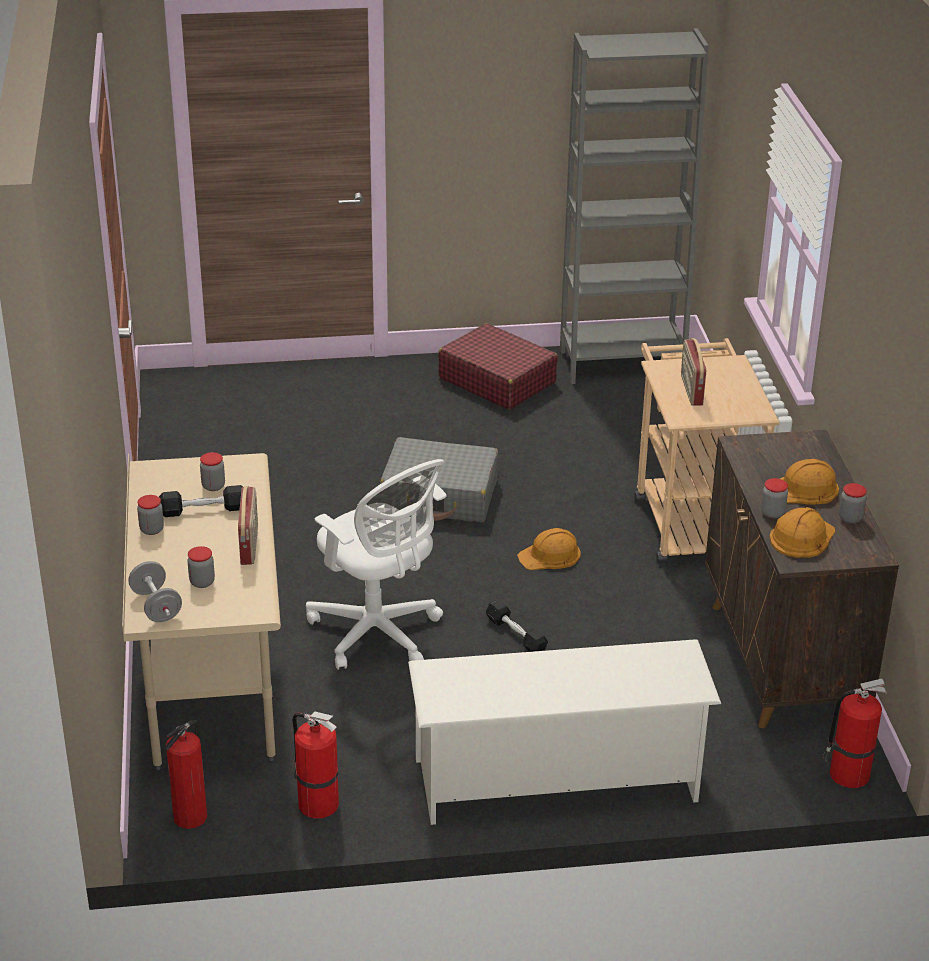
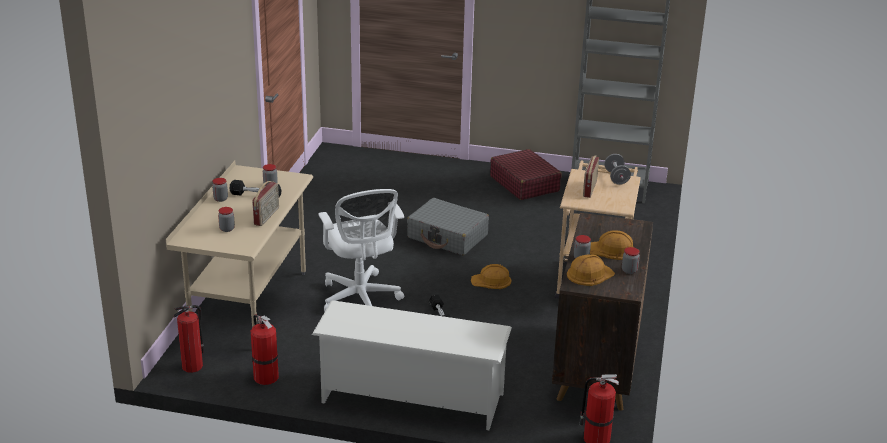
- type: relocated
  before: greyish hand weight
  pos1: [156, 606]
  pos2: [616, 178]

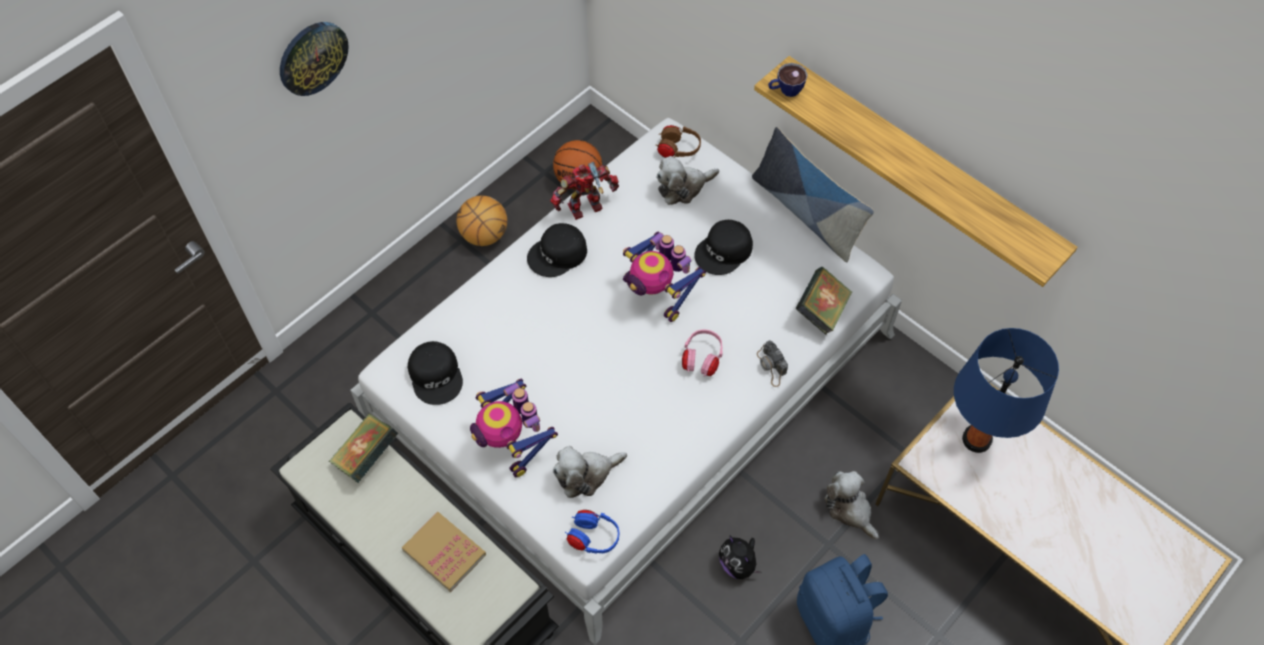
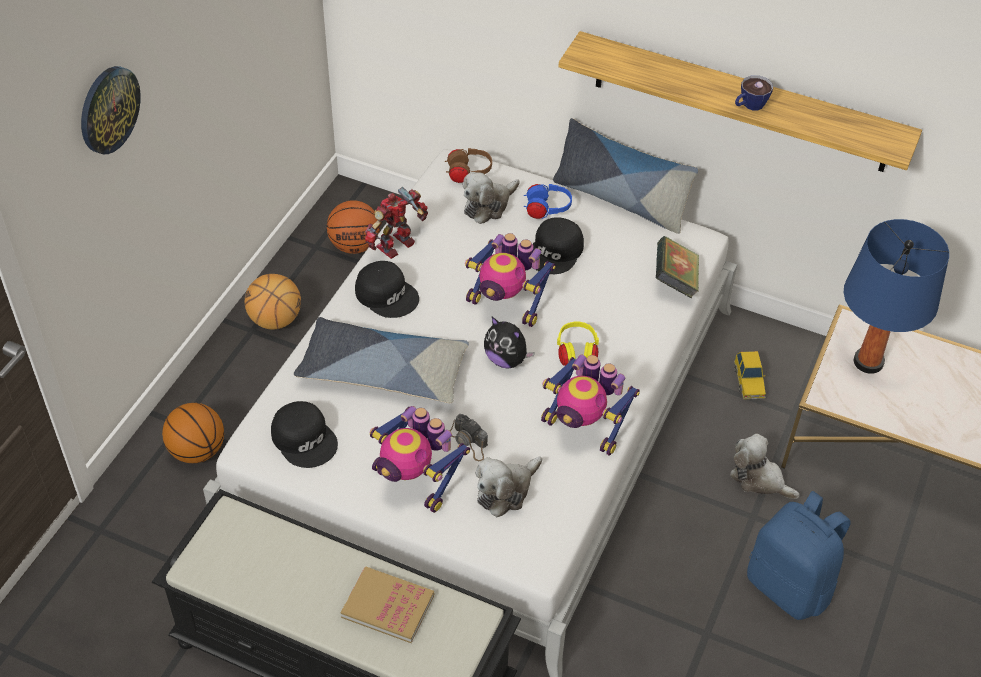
- type: missing
  before: book
  pos1: [367, 456]
- type: appeared
  after: ball for basketball
  pos2: [197, 451]
- type: appeared
  after: pillow
  pos2: [383, 371]
- type: appeared
  after: robot figure
  pos2: [584, 428]
- type: appeared
  after: miniature car
  pos2: [749, 381]
- type: relocated
  before: blue-coloured pair of headphones
  pos1: [593, 538]
  pos2: [547, 210]
- type: relocated
  before: plush toy
  pos1: [738, 564]
  pos2: [506, 359]
- type: relocated
  before: still camera
  pos1: [771, 366]
  pos2: [469, 442]
- type: relocated
  before: cup
  pos1: [785, 90]
  pos2: [749, 106]
- type: colour
  before: pink pair of headphones
  after: yellow-coloured pair of headphones
  pos1: [702, 359]
  pos2: [576, 354]
- type: spun
  before: black baseball cap
  pos1: [558, 254]
  pos2: [387, 294]
  turn: -90

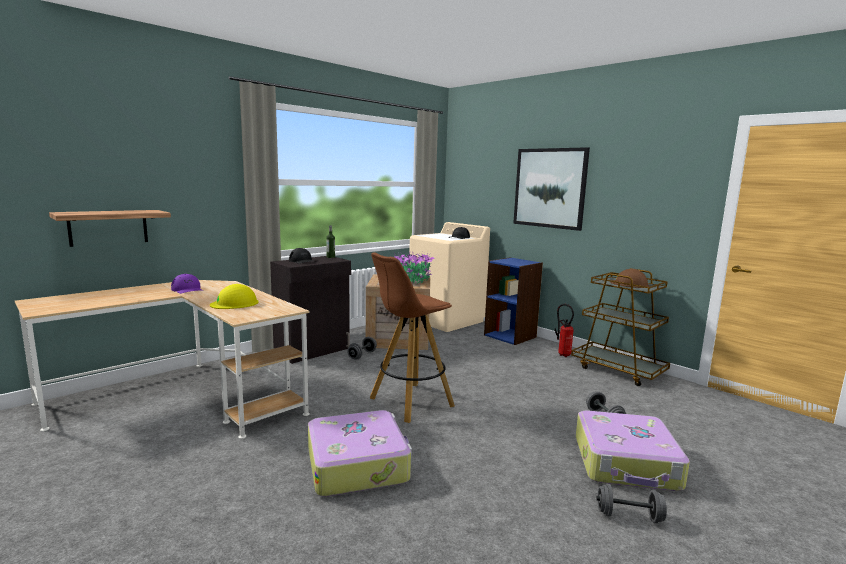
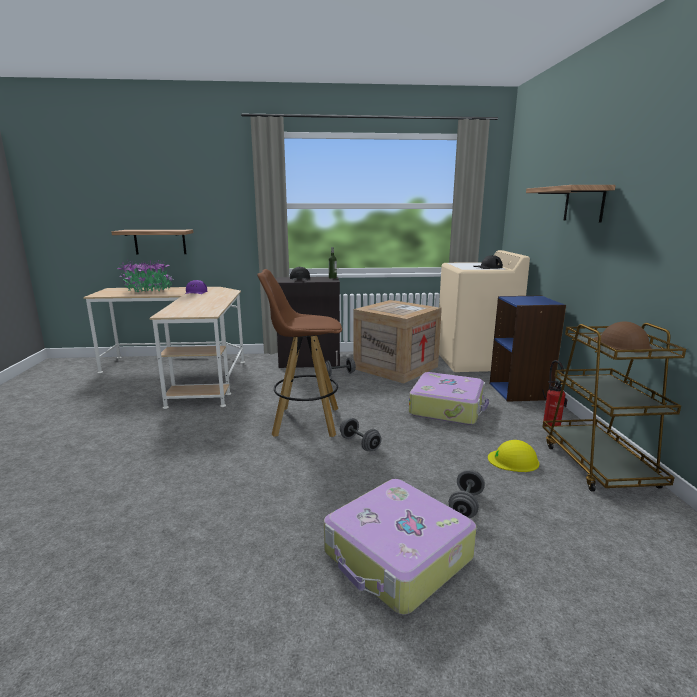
- type: relocated
  before: yellow-coloured hard hat
  pos1: [235, 303]
  pos2: [513, 460]
- type: relocated
  before: travel case
  pos1: [358, 464]
  pos2: [447, 408]
- type: relocated
  before: plant in a pot
  pos1: [412, 281]
  pos2: [148, 291]
- type: relocated
  before: greyish hand weight
  pos1: [629, 516]
  pos2: [360, 444]
- type: exchanged
  before: wall art
  after: shelf
  pos1: [549, 188]
  pos2: [584, 204]

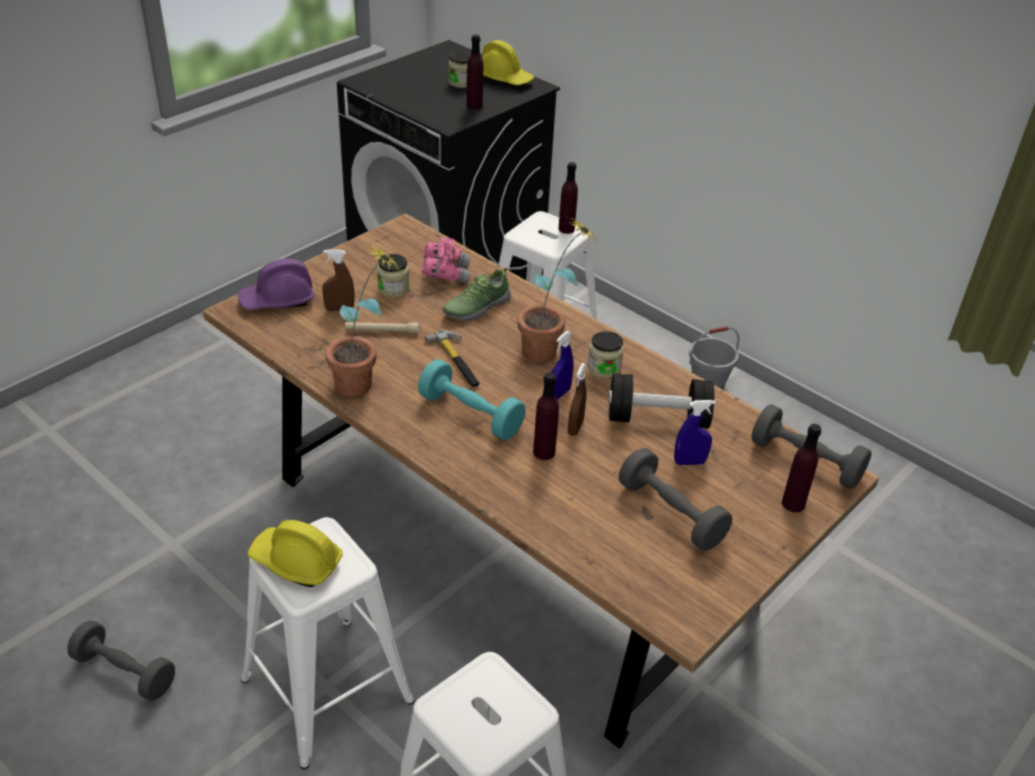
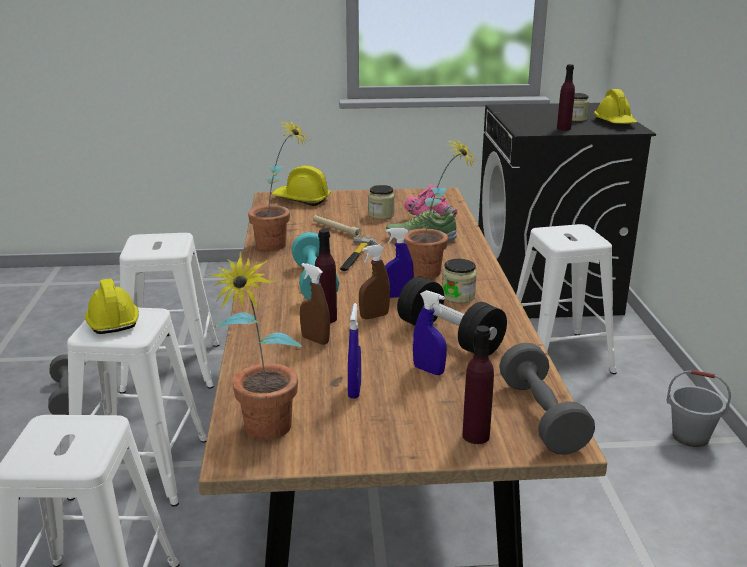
- type: missing
  before: purple-coloured drink bottle
  pos1: [566, 229]
- type: appeared
  after: white-coloured stool
  pos2: [170, 366]
- type: appeared
  after: plant in a pot
  pos2: [263, 435]
- type: relocated
  before: brown sprayer
  pos1: [339, 309]
  pos2: [315, 340]
- type: exchanged
  before: greyish hand weight
  after: blue-coloured sprayer
  pos1: [671, 514]
  pos2: [354, 390]
- type: colour
  before: purple-coloured hard hat
  after: yellow-coloured hard hat
  pos1: [277, 300]
  pos2: [301, 200]

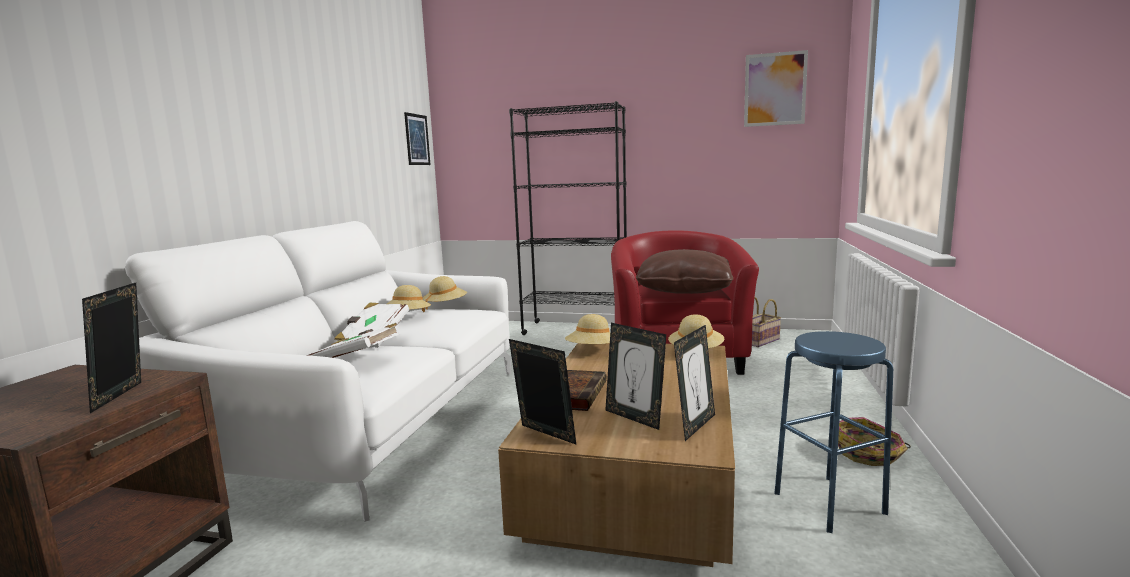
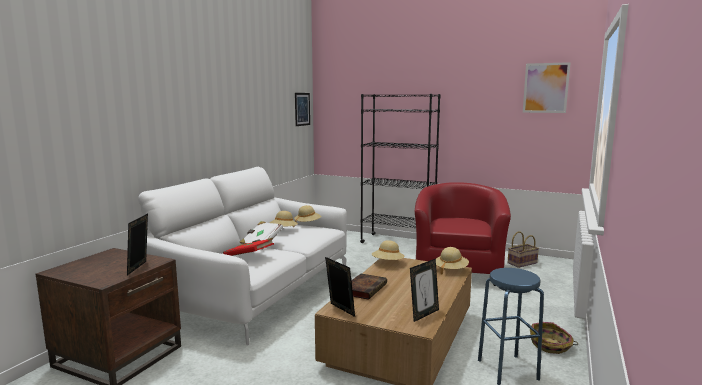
- type: missing
  before: standing frame
  pos1: [634, 417]
- type: missing
  before: brown pillow
  pos1: [685, 290]
- type: colour
  before: white-coloured book
  after: red-coloured book
  pos1: [356, 360]
  pos2: [249, 256]

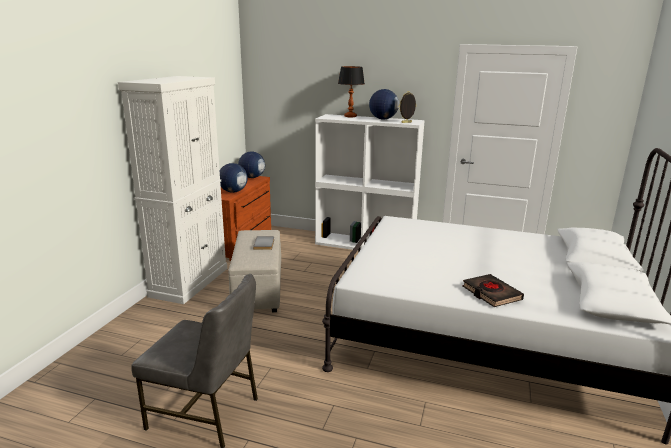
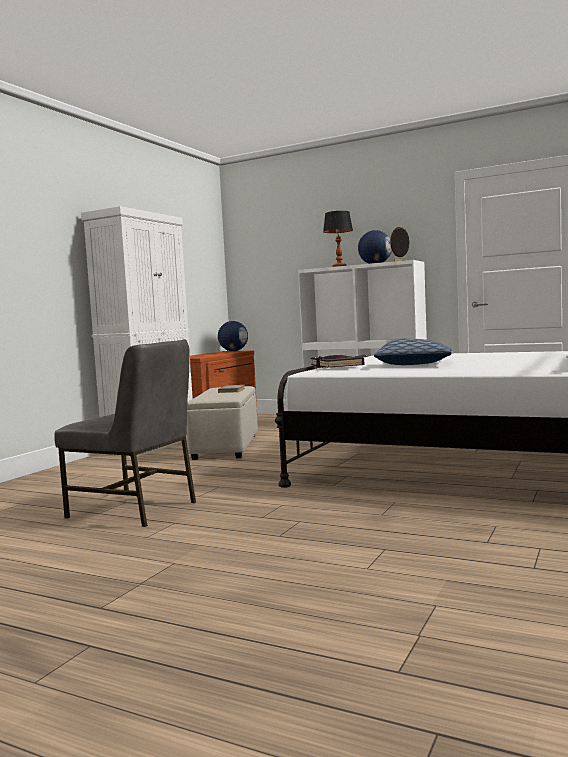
- type: missing
  before: world globe
  pos1: [233, 192]
- type: appeared
  after: pillow
  pos2: [414, 364]
- type: relocated
  before: black book
  pos1: [491, 293]
  pos2: [336, 366]

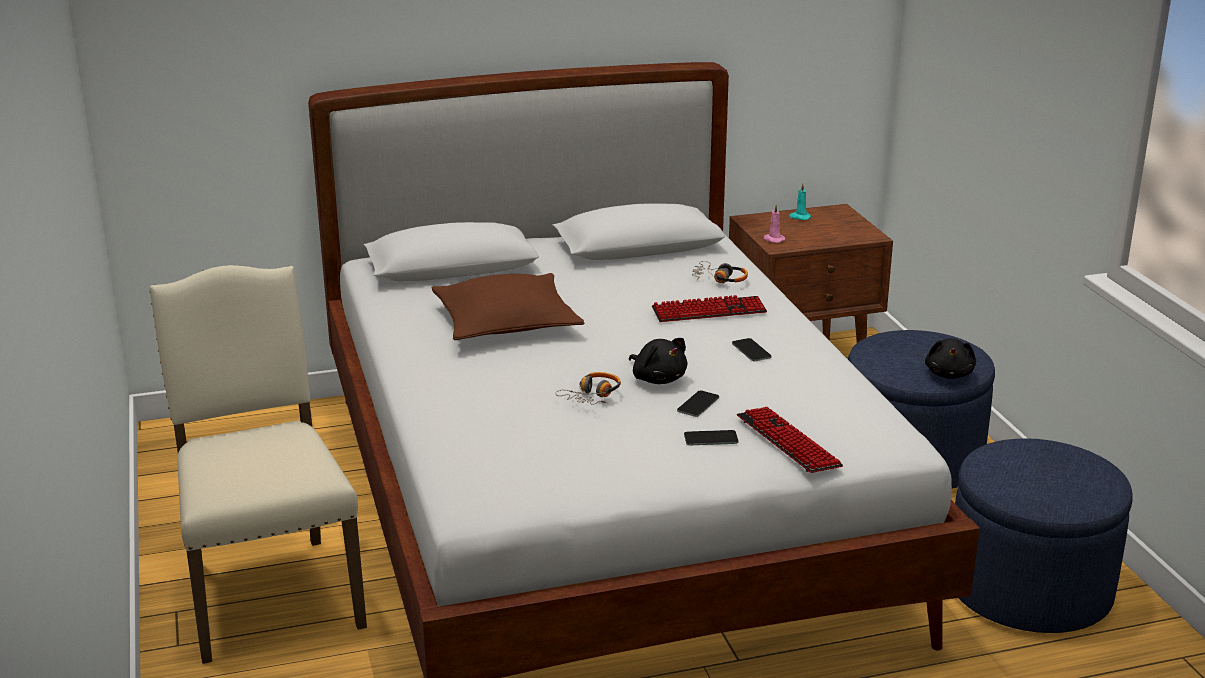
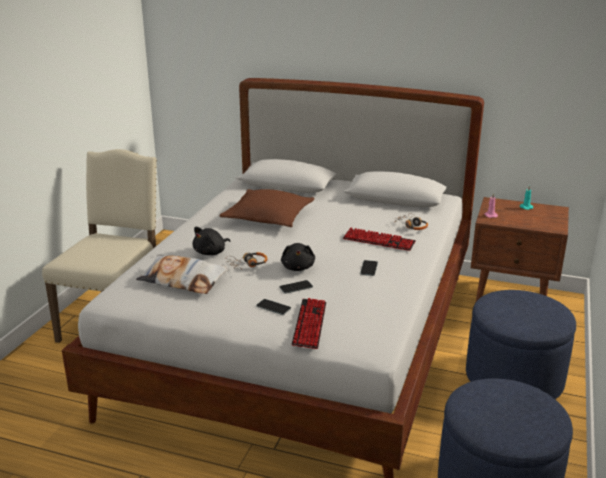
- type: appeared
  after: pillow
  pos2: [183, 280]
- type: relocated
  before: black plush toy
  pos1: [949, 374]
  pos2: [211, 252]

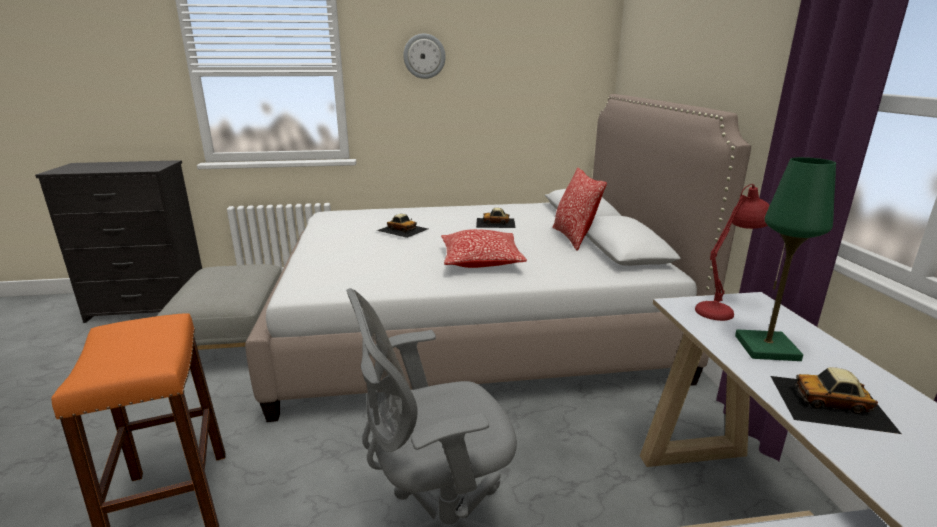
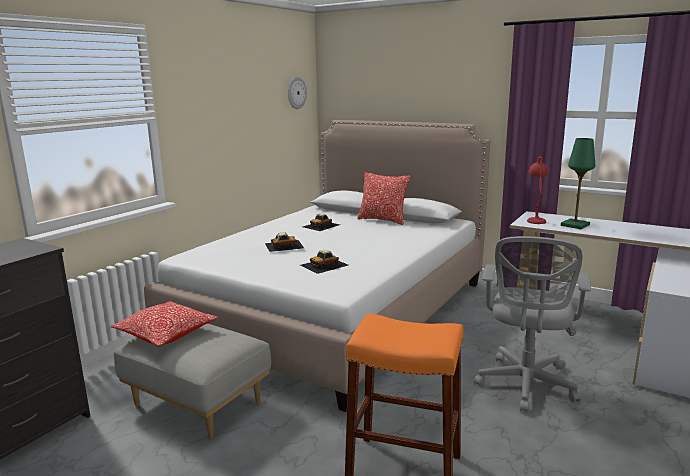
- type: relocated
  before: clock on the wall
  pos1: [424, 56]
  pos2: [296, 93]
- type: relocated
  before: pillow
  pos1: [481, 261]
  pos2: [166, 334]
- type: relocated
  before: miniature car
  pos1: [831, 403]
  pos2: [324, 265]

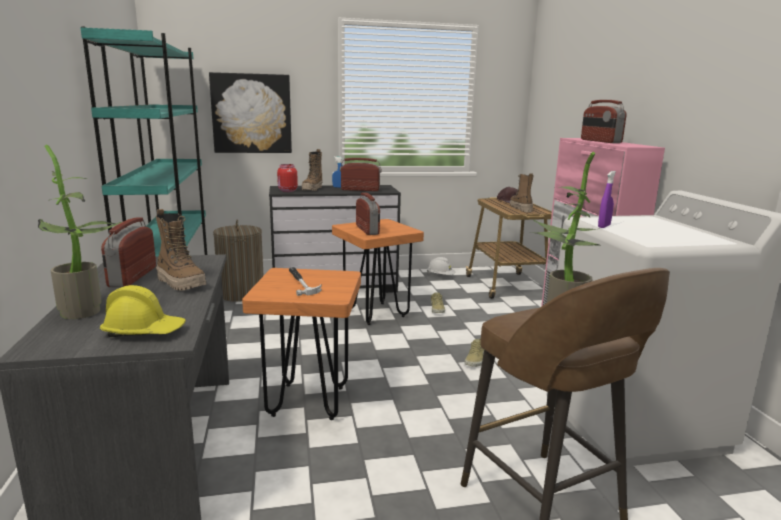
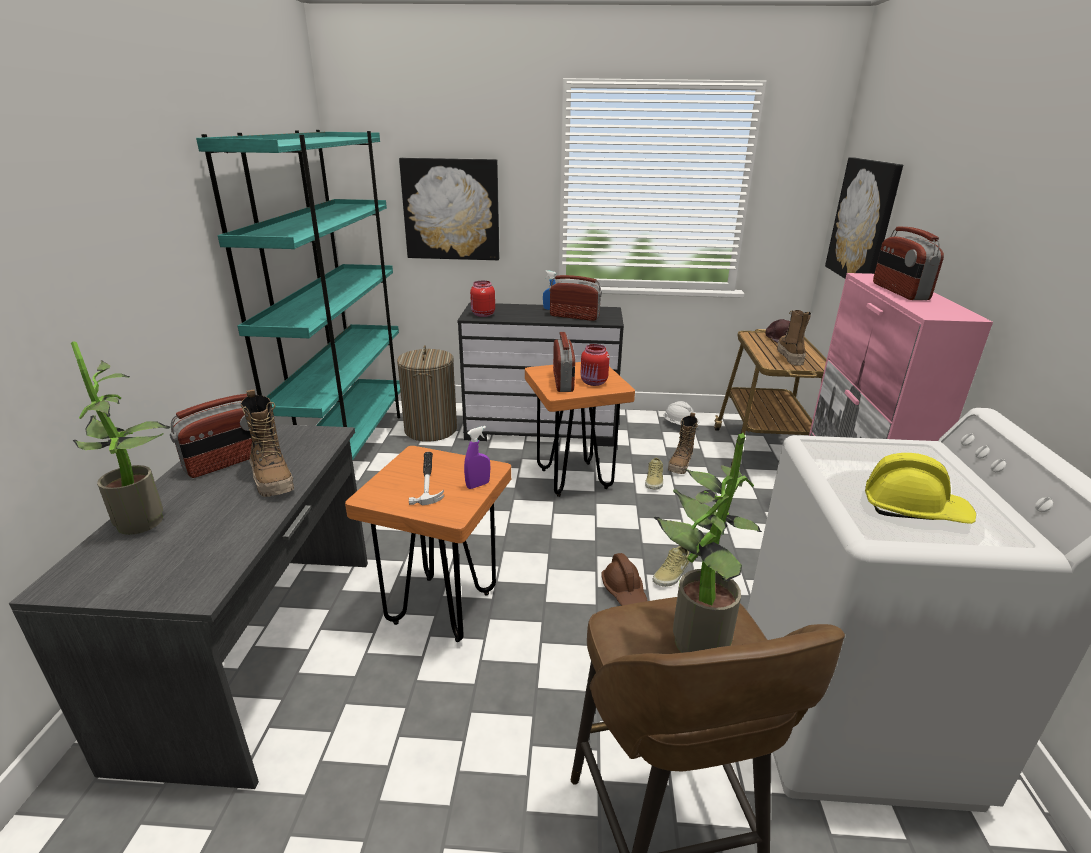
- type: appeared
  after: red-coloured jar
  pos2: [594, 383]
- type: appeared
  after: brown hard hat
  pos2: [624, 590]
- type: appeared
  after: wall art
  pos2: [863, 221]
- type: relocated
  before: yellow-coloured hard hat
  pos1: [144, 331]
  pos2: [913, 509]
- type: relocated
  before: high-top boot
  pos1: [312, 189]
  pos2: [680, 465]
- type: relocated
  before: purple-coloured sprayer
  pos1: [604, 226]
  pos2: [478, 485]
- type: spun
  before: radio
  pos1: [132, 277]
  pos2: [229, 462]
  turn: -150

